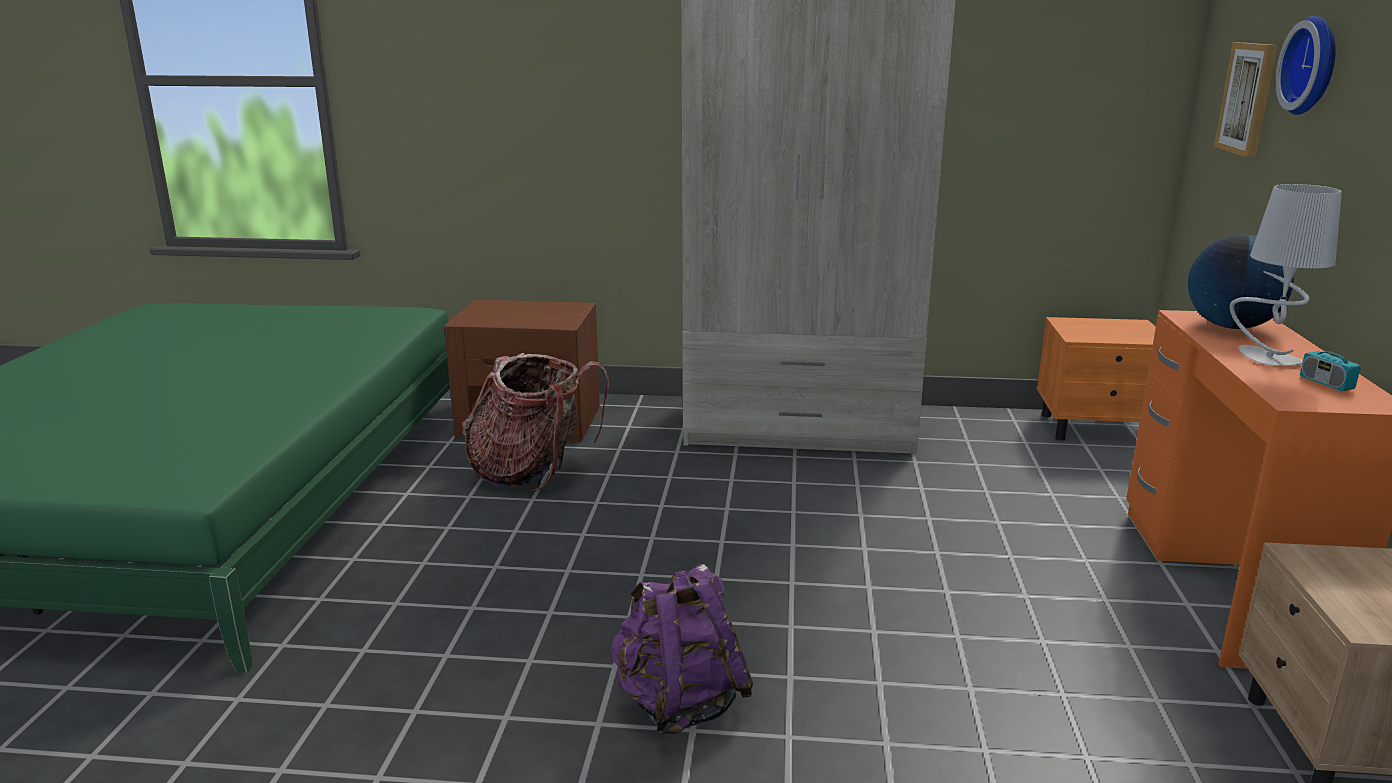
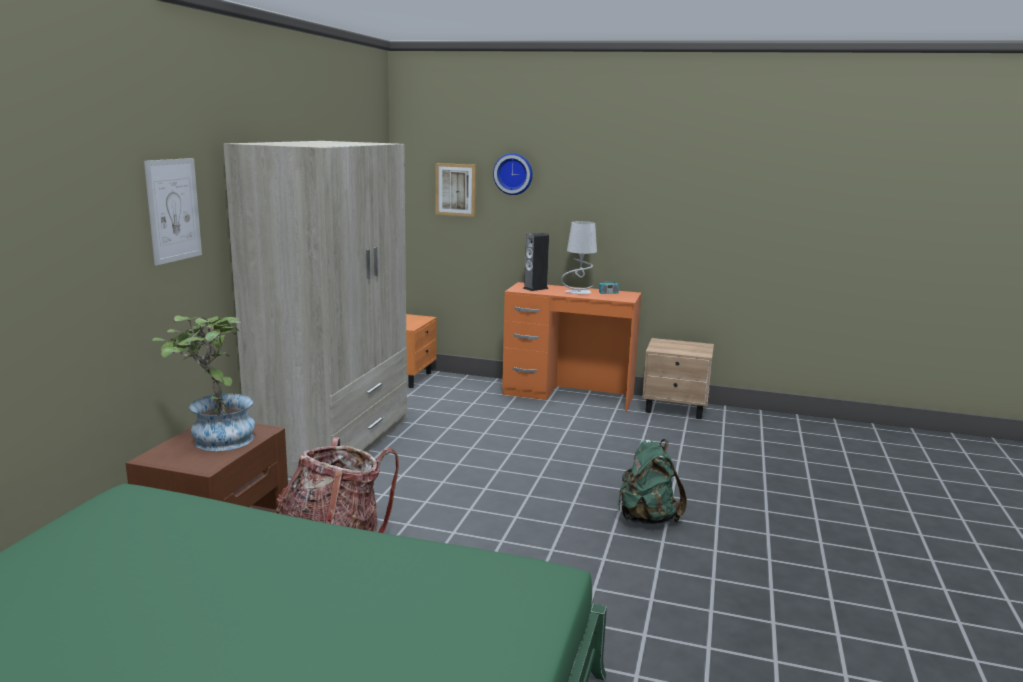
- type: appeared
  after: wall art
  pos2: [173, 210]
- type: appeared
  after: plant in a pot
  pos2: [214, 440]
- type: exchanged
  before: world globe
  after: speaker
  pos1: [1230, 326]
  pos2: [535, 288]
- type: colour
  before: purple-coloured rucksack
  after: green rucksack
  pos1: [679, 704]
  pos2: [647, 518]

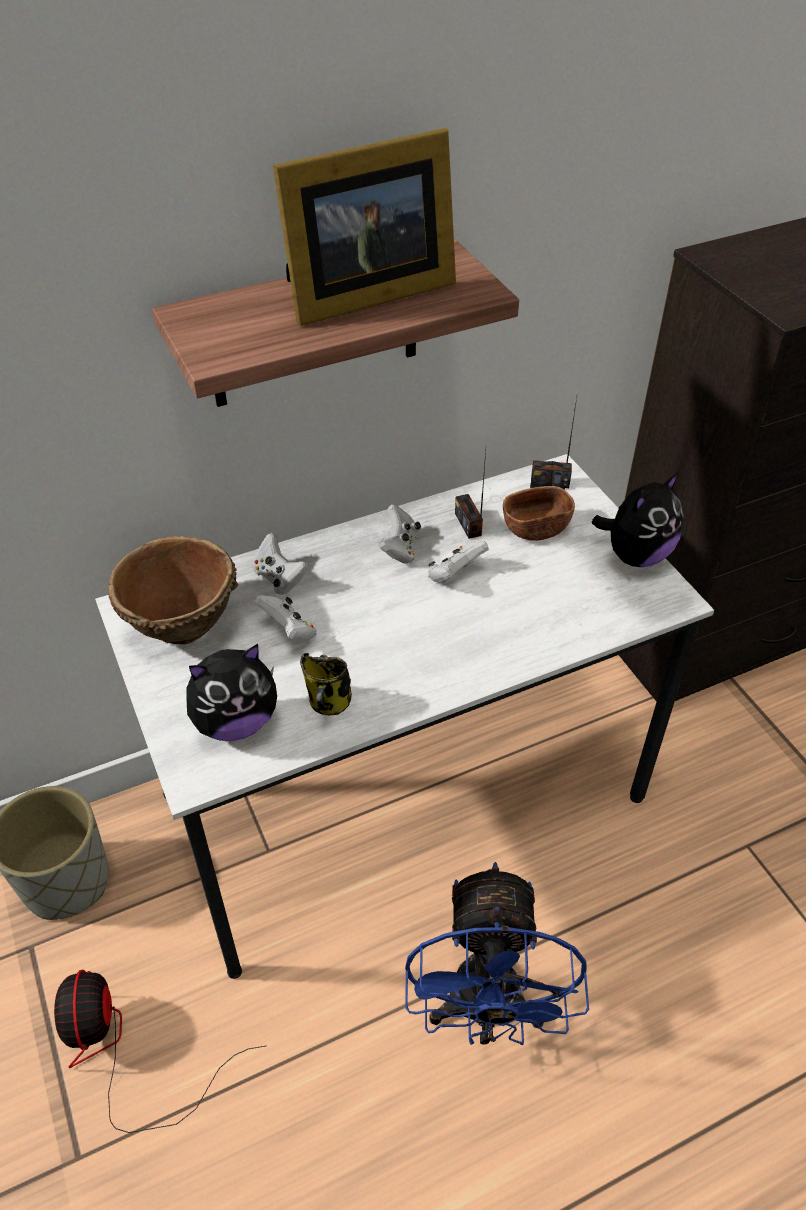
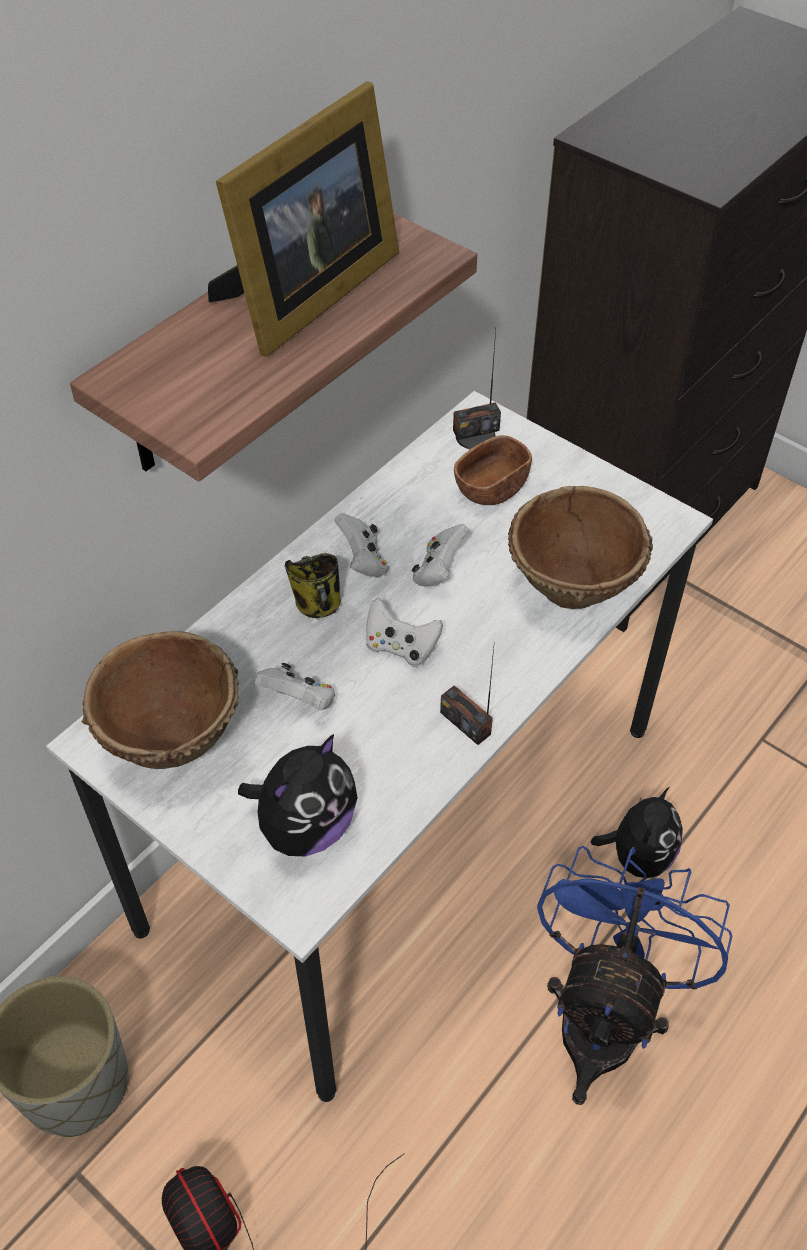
- type: appeared
  after: brown bowl
  pos2: [573, 587]
- type: relocated
  before: white-coloured game controller
  pos1: [280, 578]
  pos2: [401, 647]
- type: relocated
  before: mug
  pos1: [329, 703]
  pos2: [319, 606]
- type: relocated
  before: radio
  pos1: [468, 524]
  pos2: [465, 723]
- type: relocated
  before: plush toy
  pos1: [636, 555]
  pos2: [637, 855]
- type: spun
  before: blue-coloured fan
  pos1: [485, 1013]
  pos2: [604, 1015]
  turn: -135

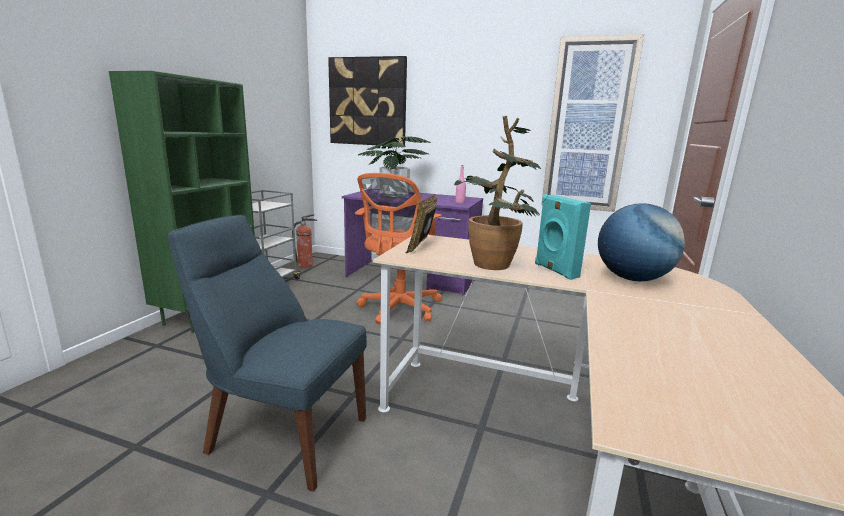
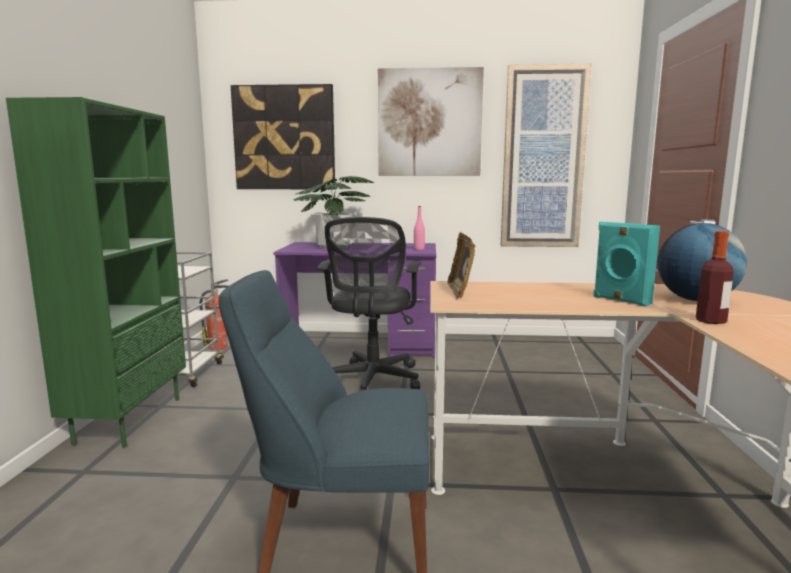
- type: missing
  before: plant in a pot
  pos1: [492, 267]
- type: appeared
  after: wall art
  pos2: [429, 123]
- type: appeared
  after: drink bottle
  pos2: [710, 321]
- type: colour
  before: orangey computer chair
  after: black computer chair
  pos1: [398, 309]
  pos2: [372, 382]

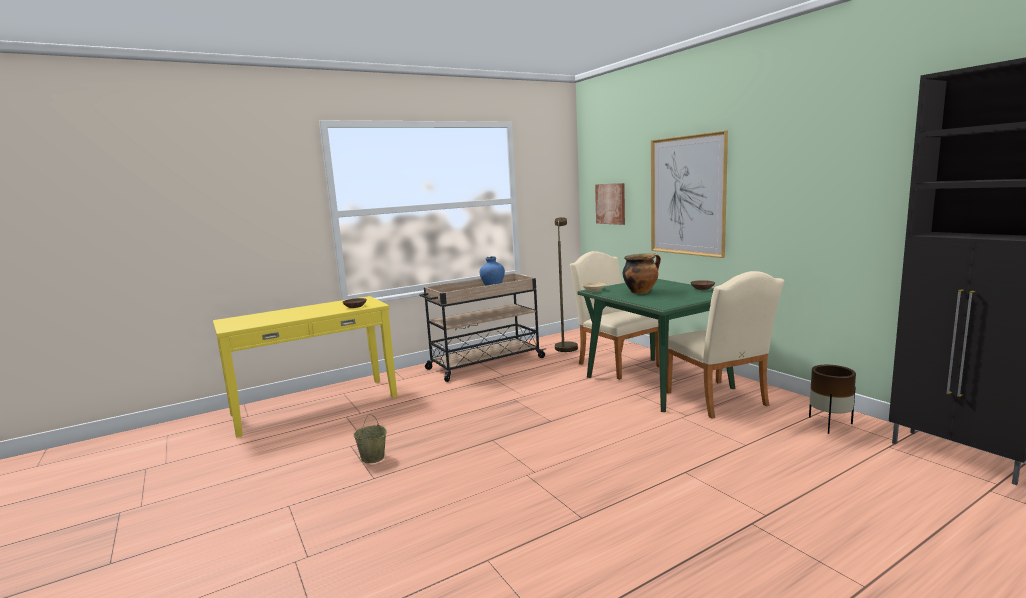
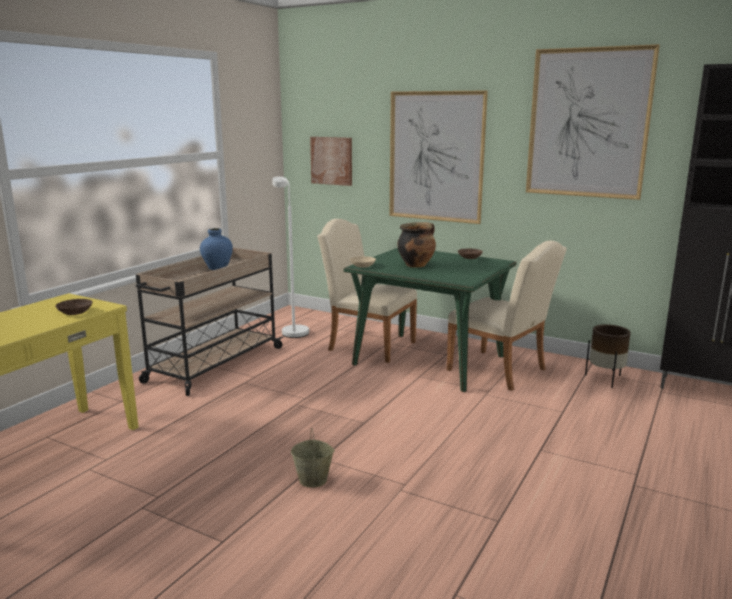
- type: appeared
  after: wall art
  pos2: [588, 123]
- type: relocated
  before: beige bucket
  pos1: [373, 458]
  pos2: [313, 480]
- type: colour
  before: brown standing lamp
  after: white-coloured standing lamp
  pos1: [565, 346]
  pos2: [292, 331]

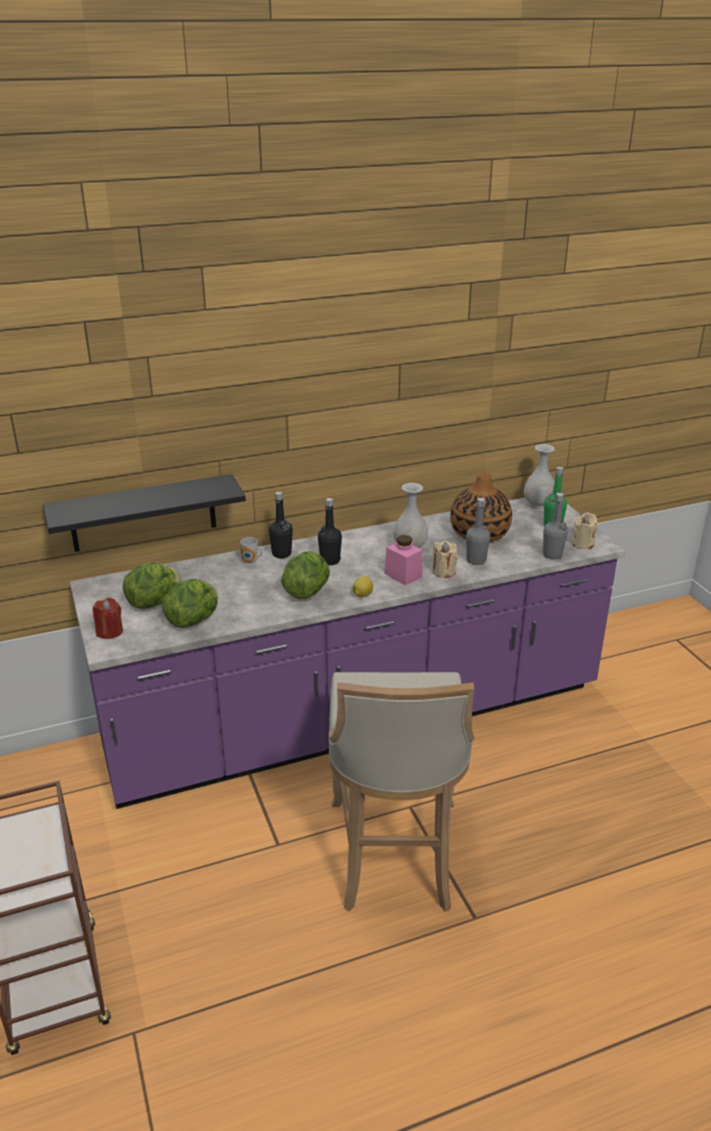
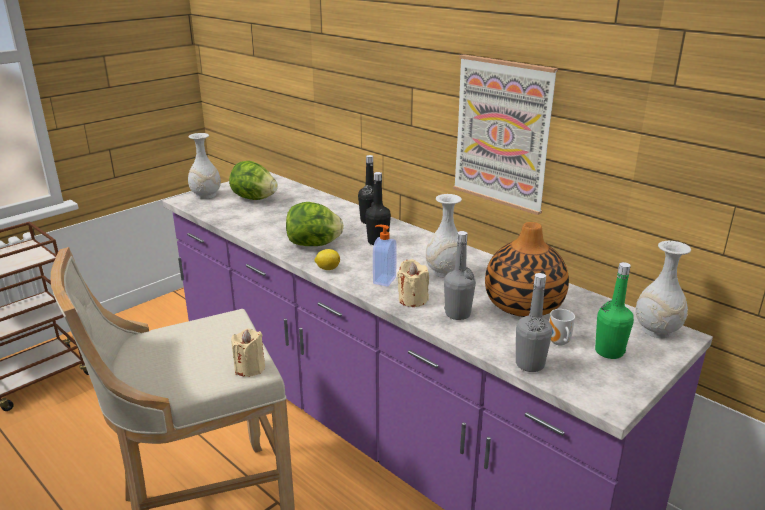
- type: missing
  before: black shelf
  pos1: [143, 513]
- type: missing
  before: lettuce head
  pos1: [194, 620]
- type: appeared
  after: wall art
  pos2: [502, 133]
- type: relocated
  before: mug
  pos1: [251, 561]
  pos2: [558, 343]
- type: relocated
  before: beige wax candle
  pos1: [582, 543]
  pos2: [250, 368]
- type: exchanged
  before: red-coloured wax candle
  after: white-coloured vase
  pos1: [109, 631]
  pos2: [205, 195]
- type: exchanged
  before: pink jar
  after: liquid soap bottle
  pos1: [403, 575]
  pos2: [383, 280]

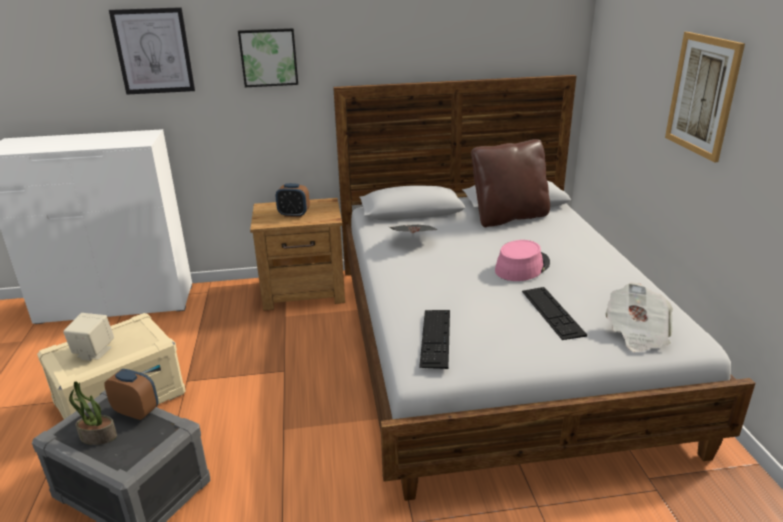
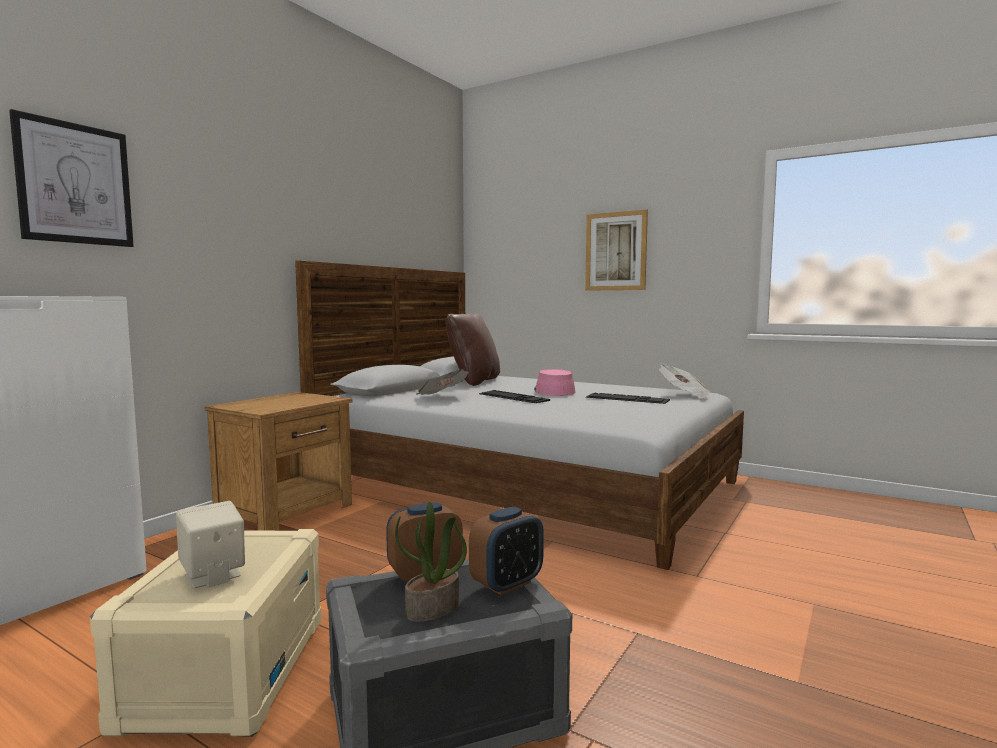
- type: missing
  before: wall art
  pos1: [269, 57]
- type: relocated
  before: alarm clock
  pos1: [294, 214]
  pos2: [507, 584]
- type: relocated
  before: computer keyboard
  pos1: [435, 337]
  pos2: [513, 397]

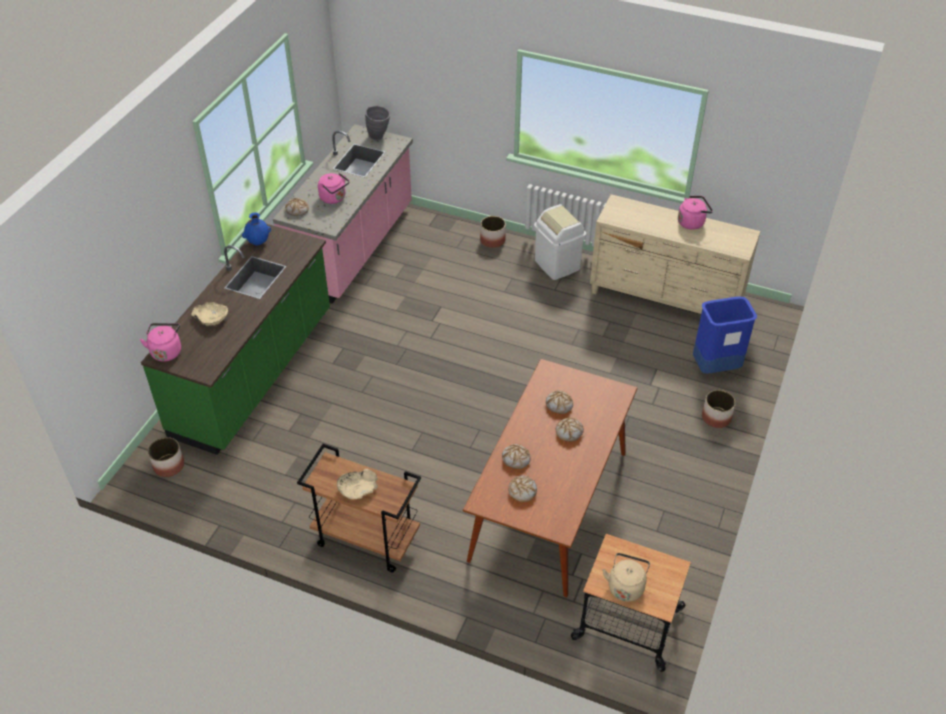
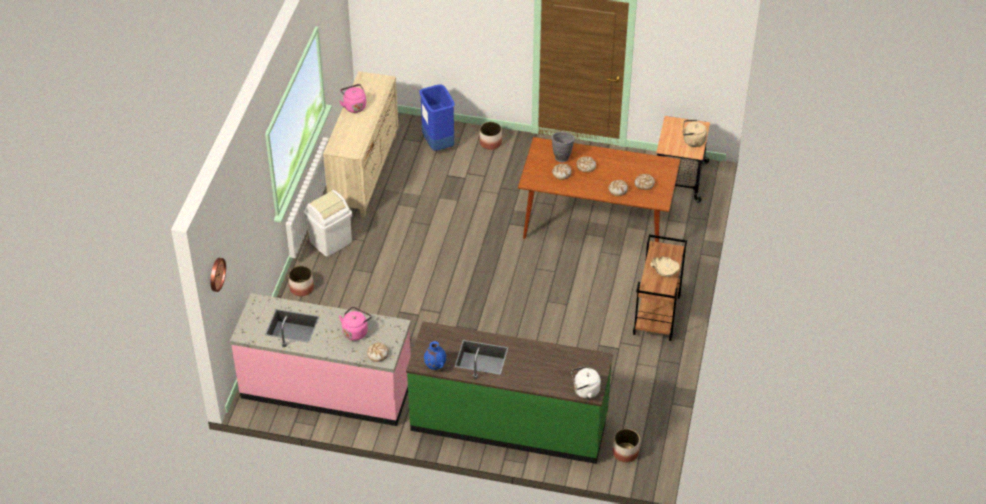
- type: missing
  before: beige bowl
  pos1: [211, 318]
- type: appeared
  after: clock on the wall
  pos2: [216, 274]
- type: relocated
  before: greyish vase
  pos1: [379, 137]
  pos2: [562, 156]
- type: colour
  before: pink tea kettle
  after: white-coloured tea kettle
  pos1: [166, 351]
  pos2: [585, 391]

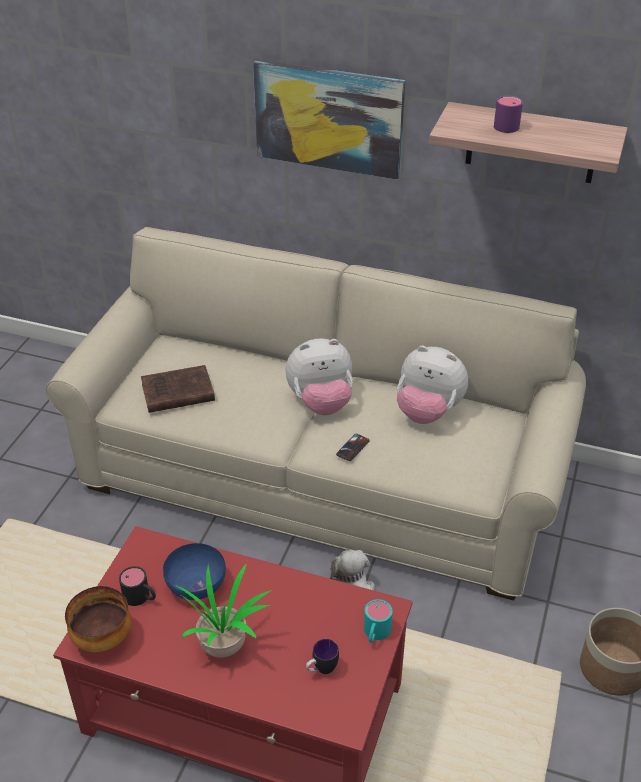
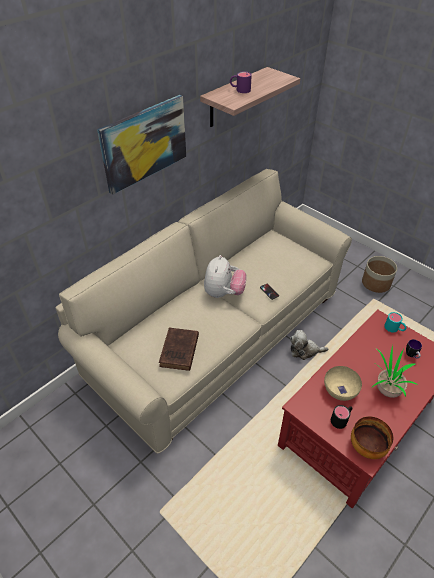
- type: missing
  before: plush toy
  pos1: [428, 412]
- type: colour
  before: blue-coloured bowl
  after: beige bowl
  pos1: [197, 584]
  pos2: [339, 389]

